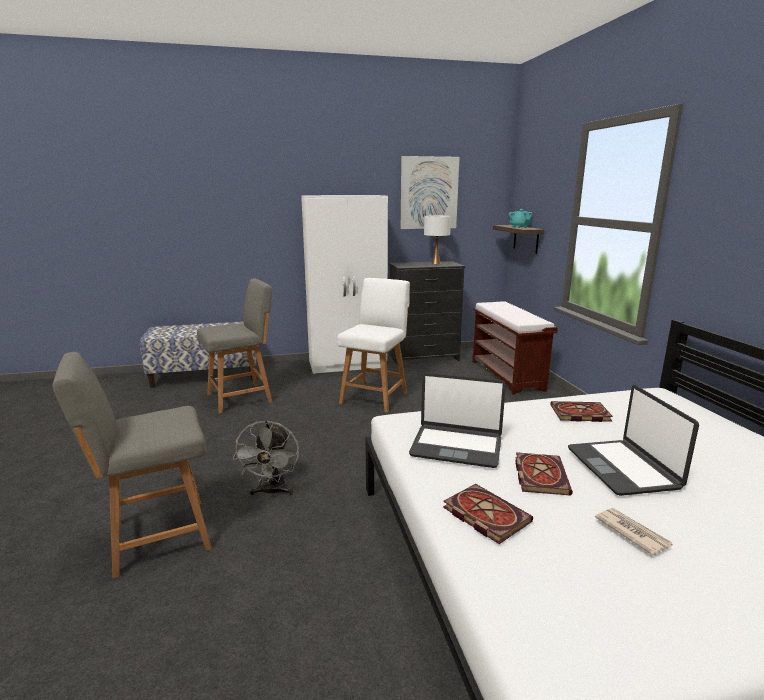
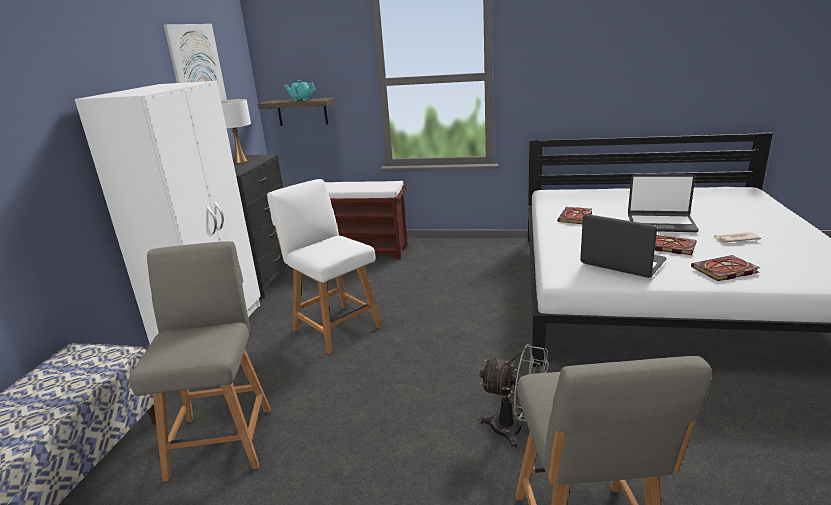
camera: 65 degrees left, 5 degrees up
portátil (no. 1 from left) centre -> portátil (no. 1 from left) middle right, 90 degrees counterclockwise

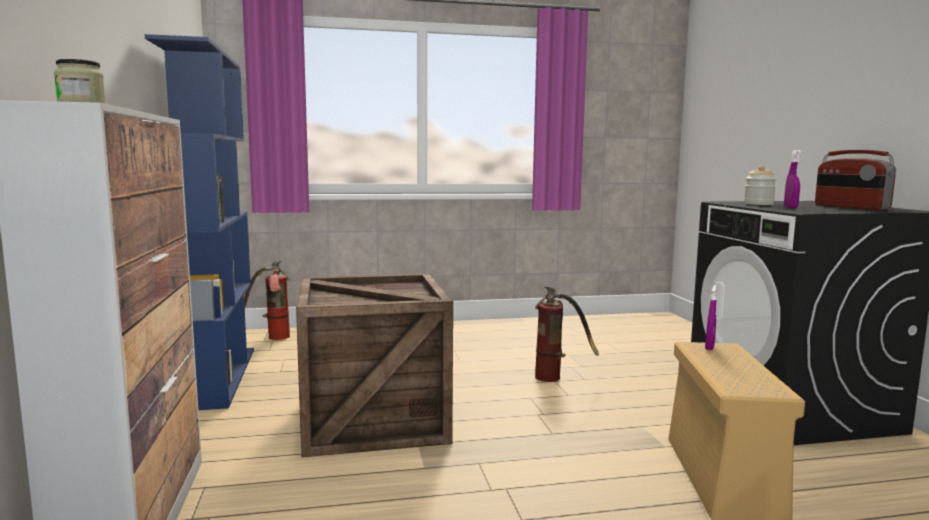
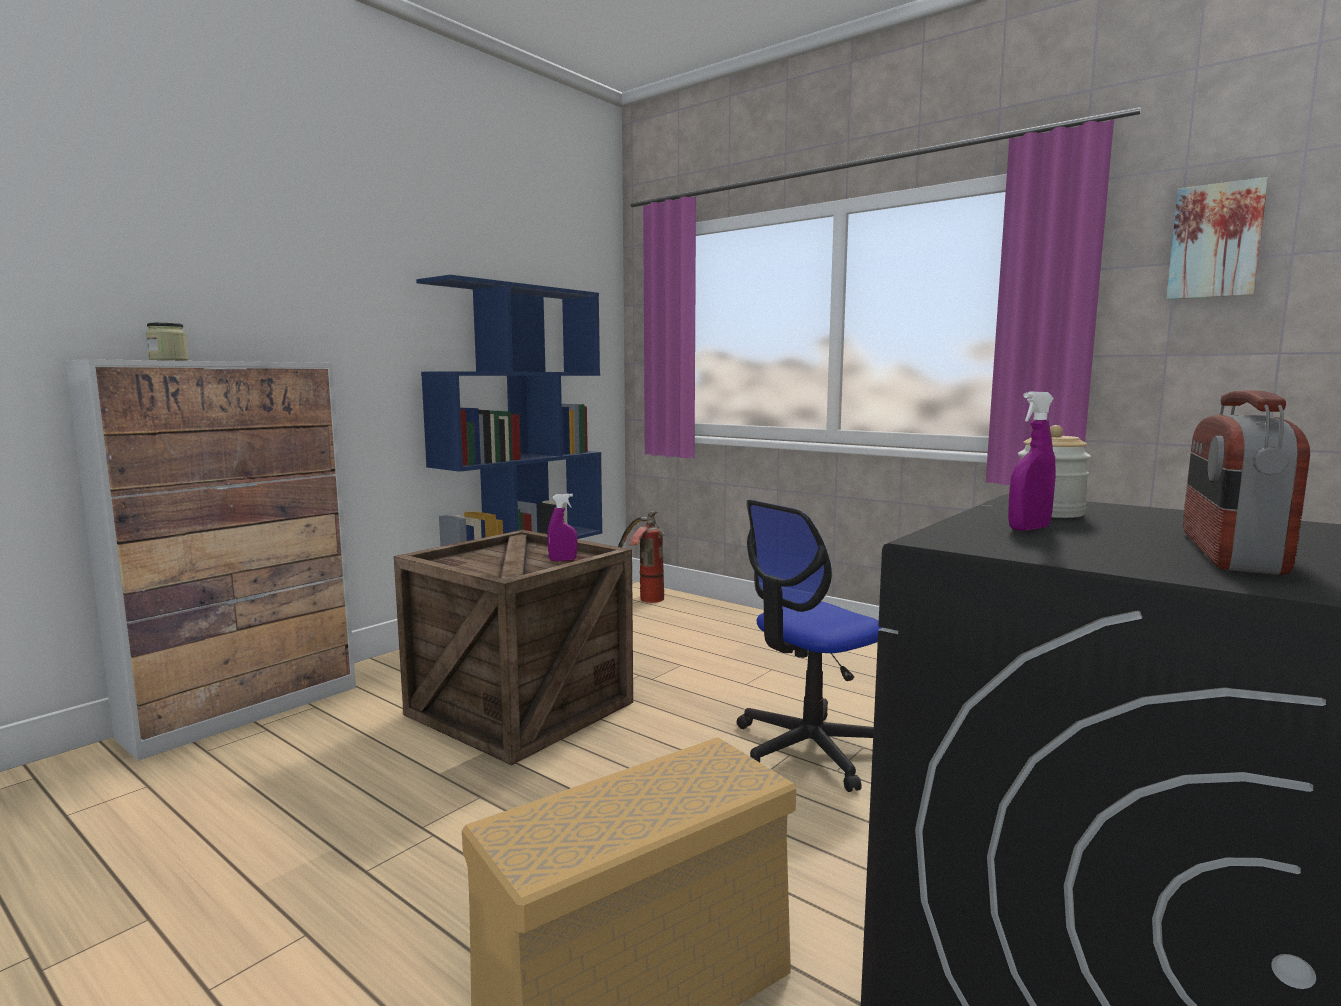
camera: 50 degrees right, 0 degrees up
pulverizador (morado) (no. 1 from left) middle right -> pulverizador (morado) (no. 1 from left) centre, shifted
extintor (no. 2 from left) centre -> silla de oficina centre
none -> cuadro top right

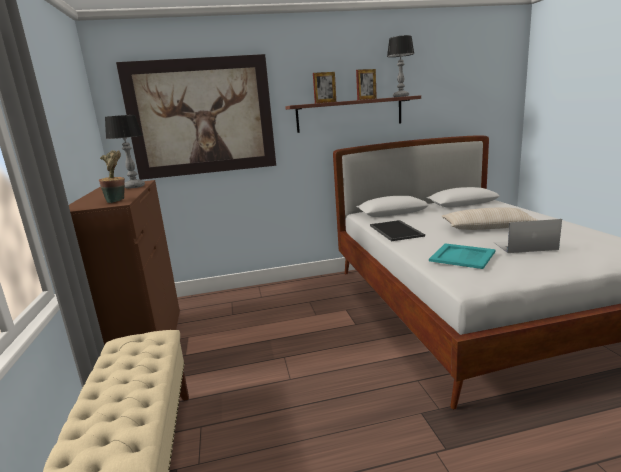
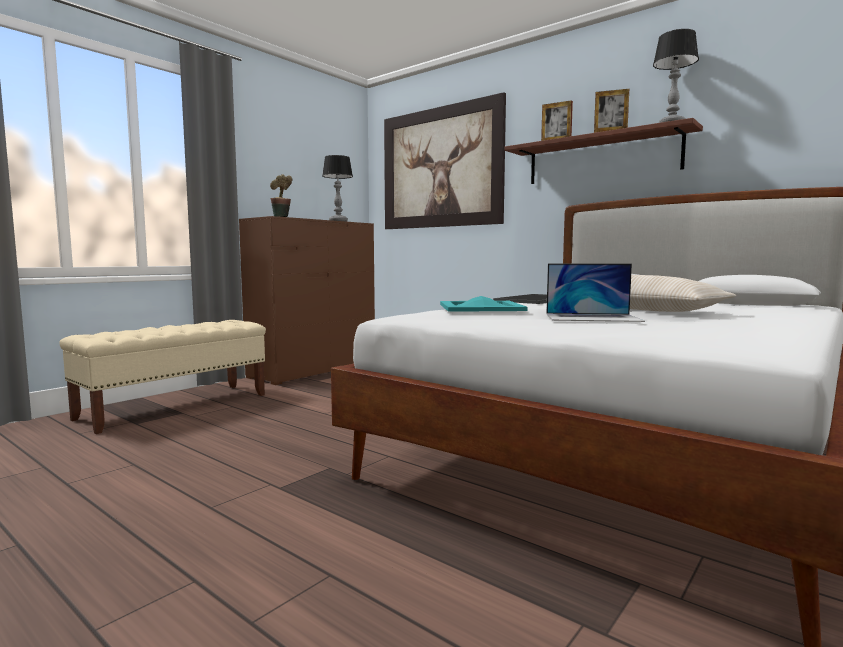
camera: 50 degrees right, 10 degrees down
portátil middle right, 135 degrees clockwise

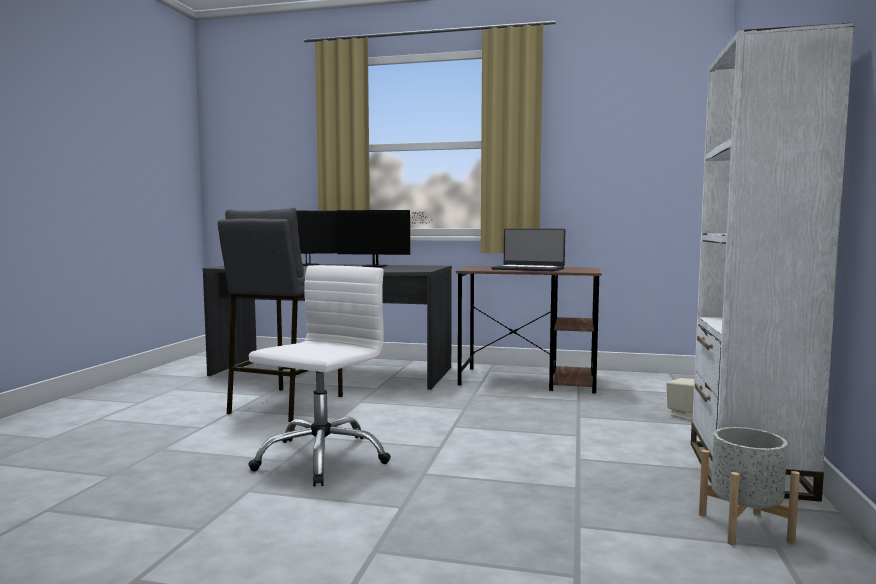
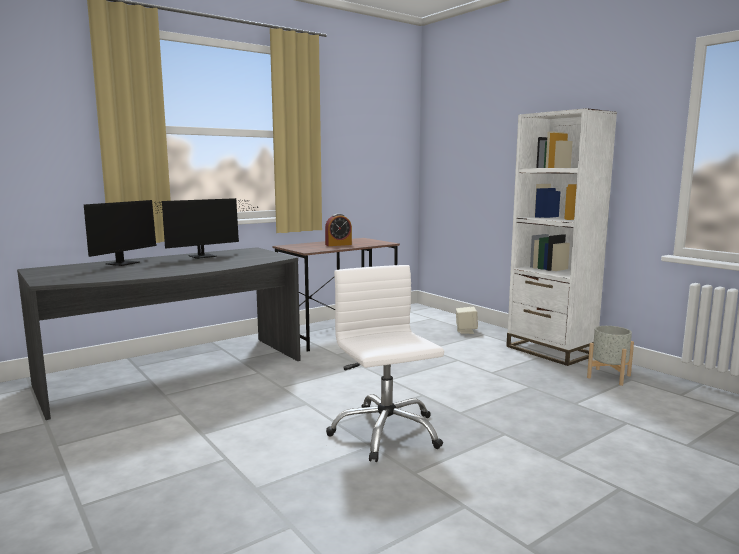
camera: 50 degrees left, 5 degrees up
portátil centre -> despertador centre
taburete (gris) middle left -> none

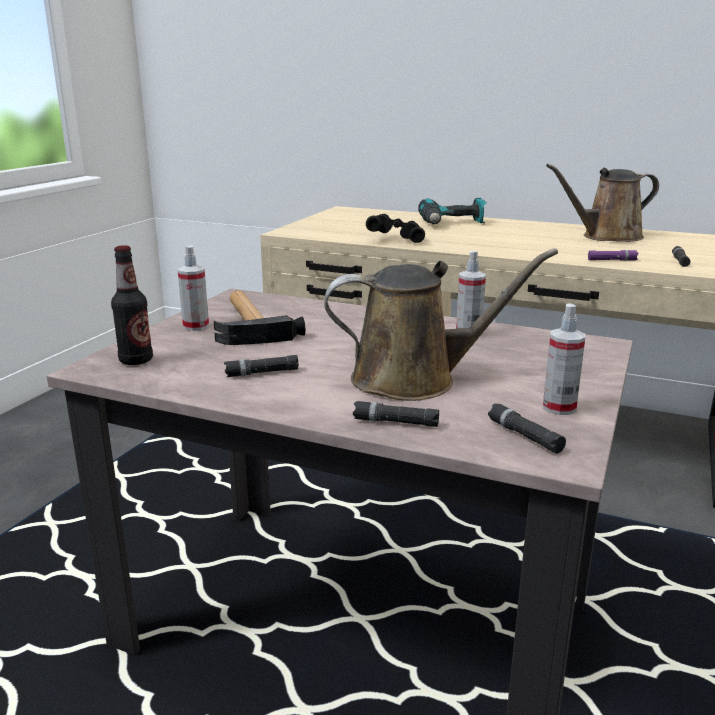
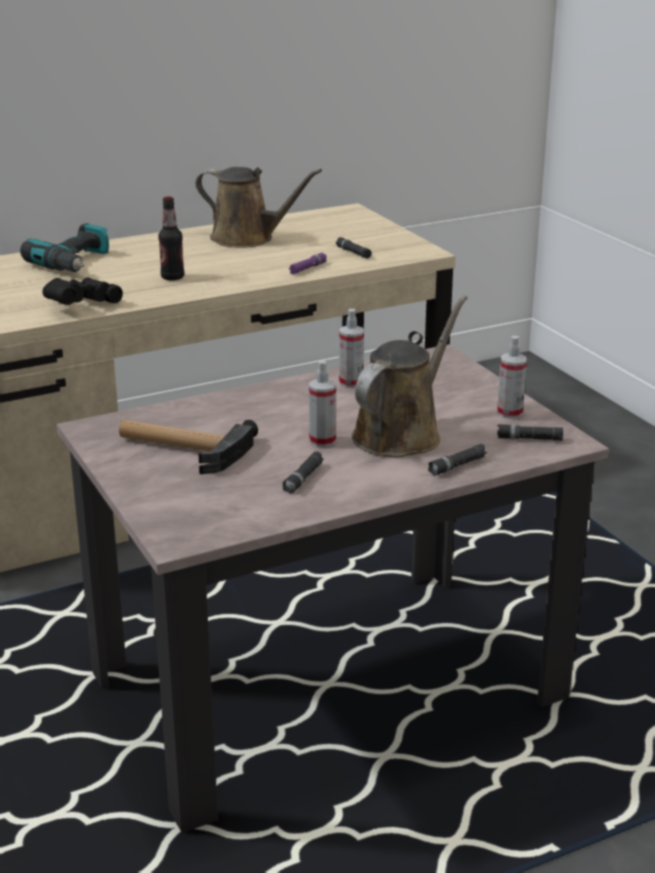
camera: 50 degrees left, 5 degrees up
botella middle left -> botella top left, shifted
regadera (marrón) (no. 2 from left in the first image) top right -> regadera (marrón) (no. 1 from left) top centre, 90 degrees counterclockwise
pulverizador (no. 1 from left) middle left -> pulverizador (no. 1 from left) centre, shifted

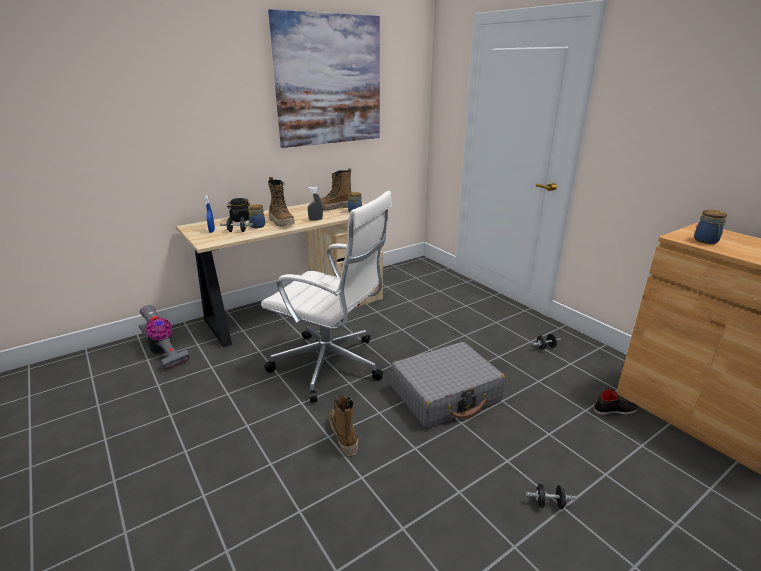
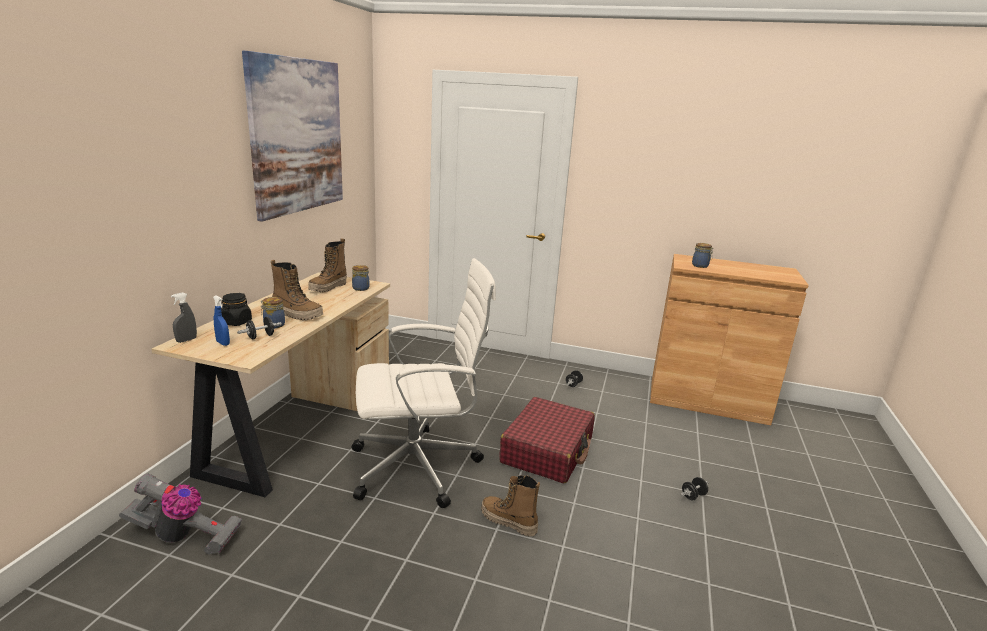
camera: 40 degrees left, 5 degrees down
pulverizador (gris) centre -> pulverizador (gris) middle left, shifted
maleta (gris) bottom centre -> maleta (rojo) bottom centre
zapato (negro) bottom right -> none

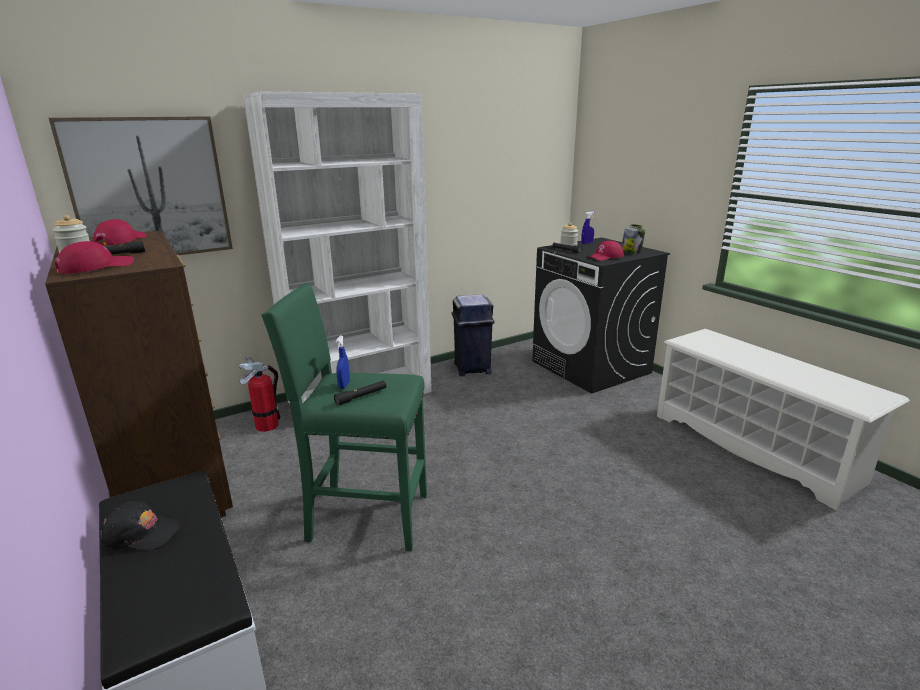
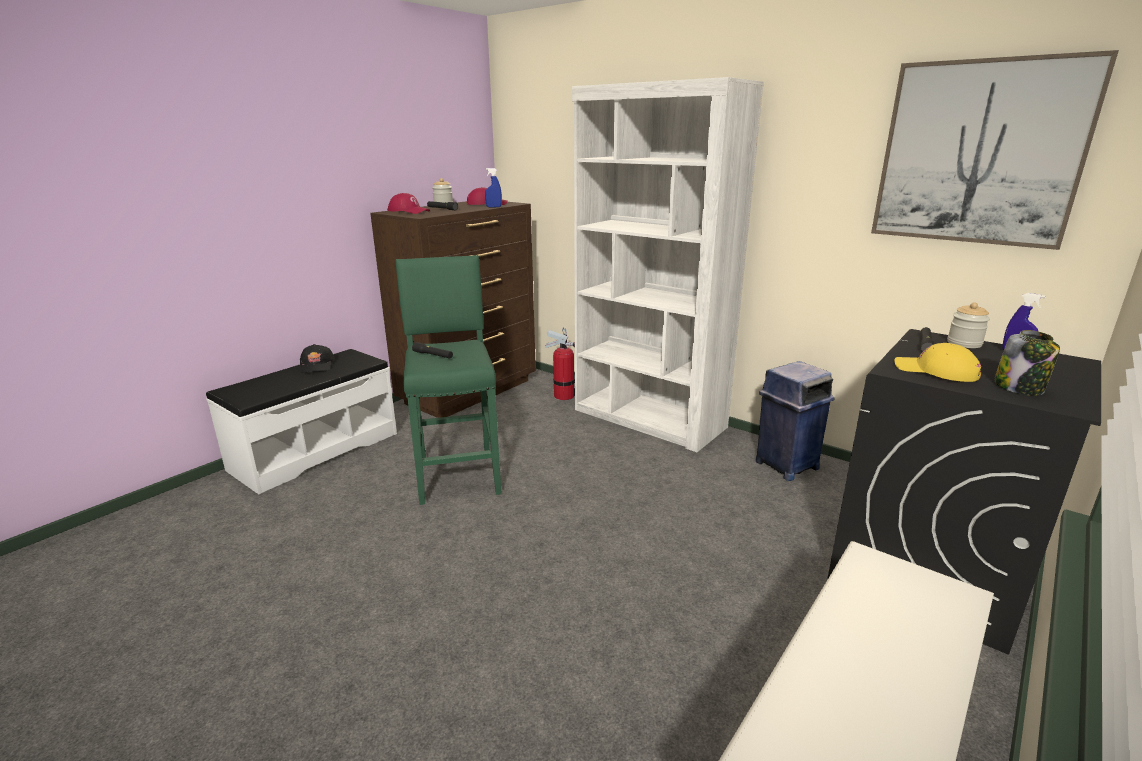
camera: 70 degrees right, 0 degrees up
pulverizador (azul) (no. 1 from left) centre -> pulverizador (azul) (no. 1 from left) top centre, shifted
cuadro top left -> cuadro top right, shifted
gorra (rojo) (no. 3 from left) centre -> gorra (amarillo) middle right

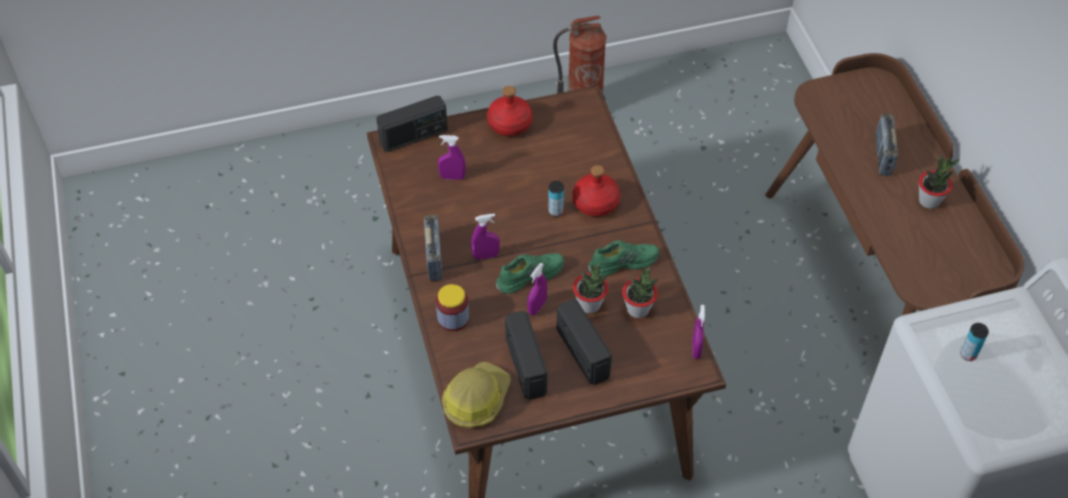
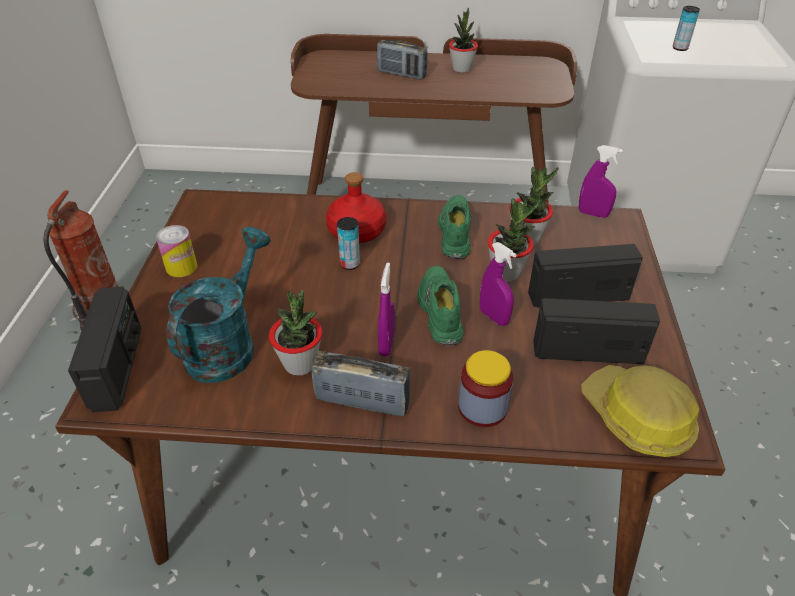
camera: 70 degrees left, 10 degrees down
botella (rojo) (no. 1 from left) top centre -> lata (no. 1 from left) middle left
pulverizador (morado) (no. 1 from left) top centre -> regadera (turquesa) middle left
none -> planta en maceta (no. 1 from left) centre

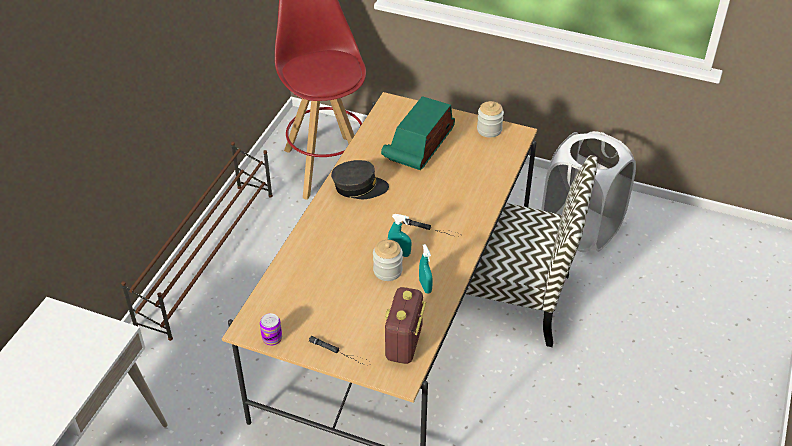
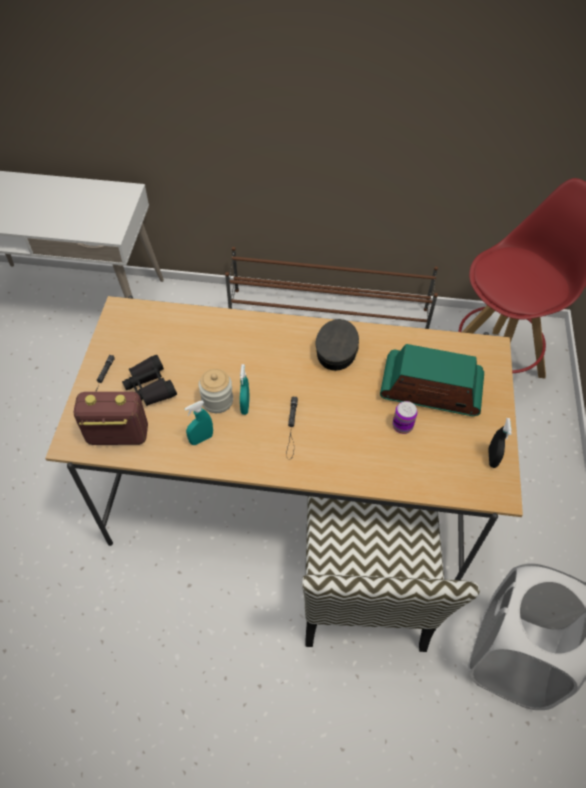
camera: 75 degrees right, 10 degrees up
none -> prismáticos (negro) middle left
gorra (gris) centre, 150 degrees counterclockwise
lata bottom centre -> lata middle right, shifted
tarro (no. 2 from left) top centre -> pulverizador (negro) middle right

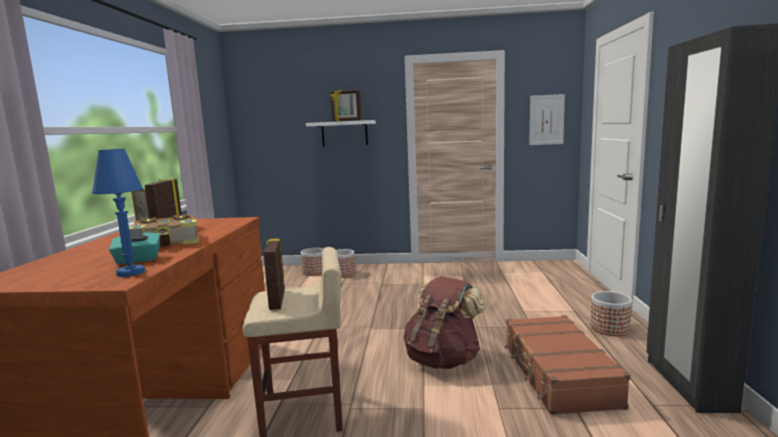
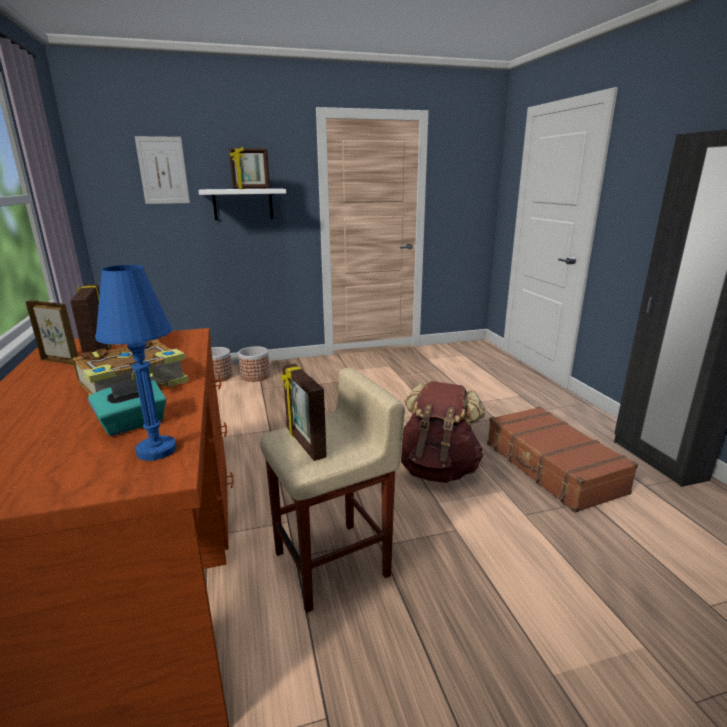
camera: 20 degrees left, 10 degrees up
cuadro top right -> cuadro top left, shifted
maceta (no. 3 from left) bottom right -> none

